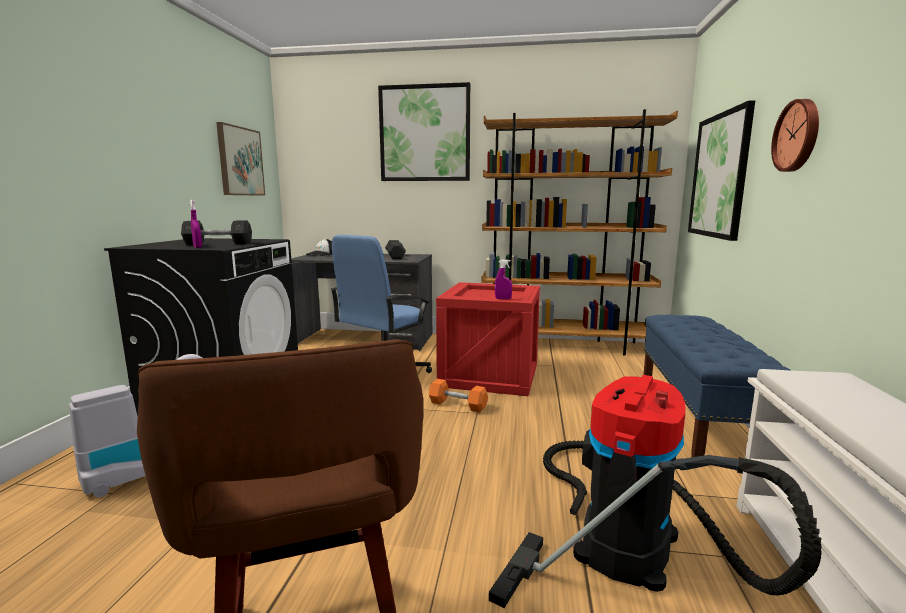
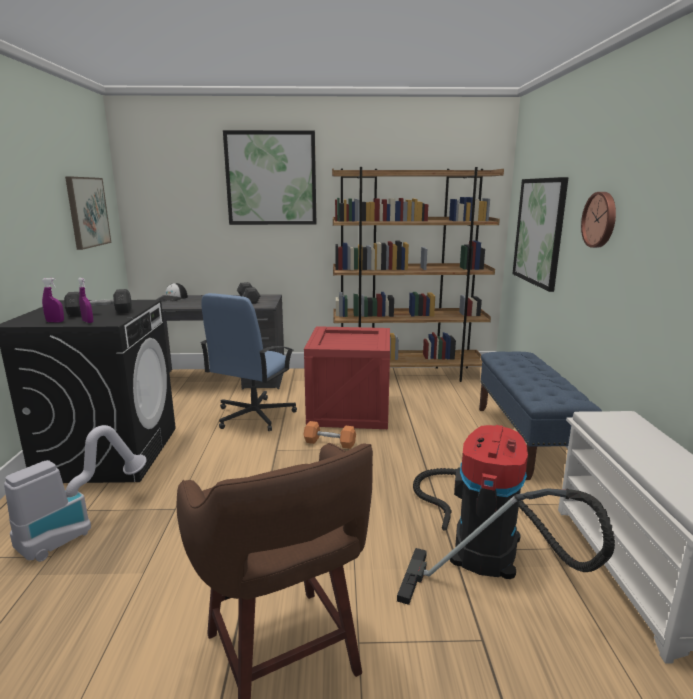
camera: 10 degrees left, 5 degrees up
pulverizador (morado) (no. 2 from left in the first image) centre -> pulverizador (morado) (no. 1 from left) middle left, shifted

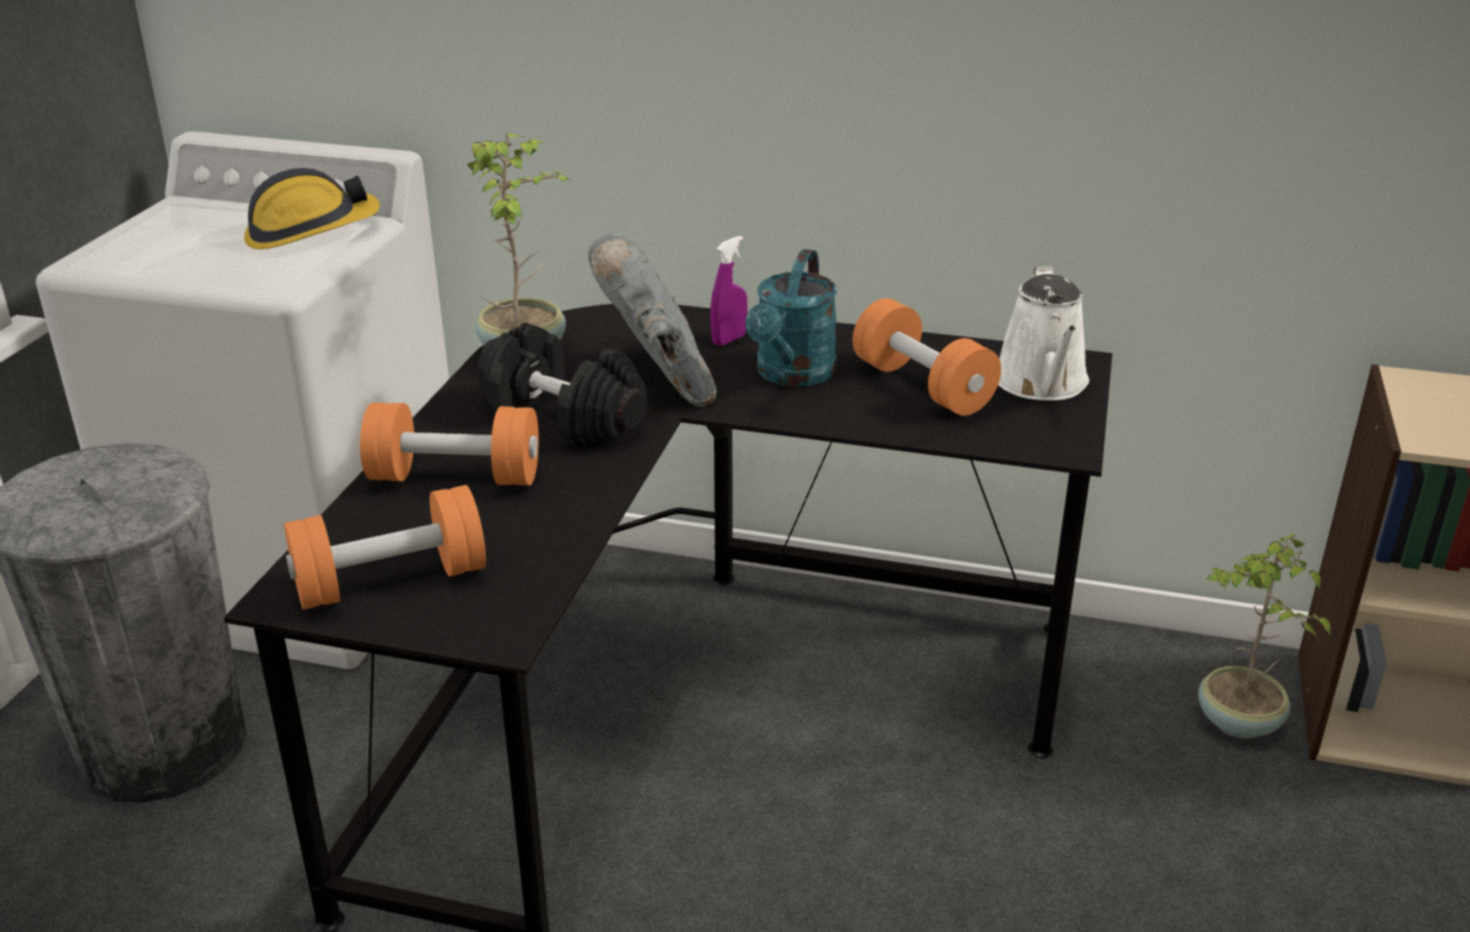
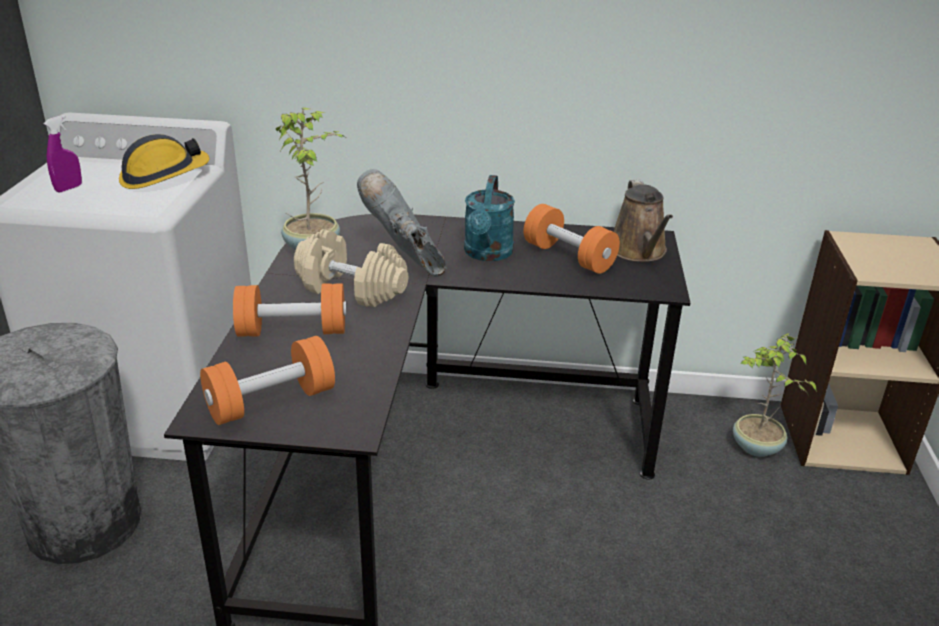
camera: 10 degrees left, 0 degrees up
pulverizador (morado) top centre -> pulverizador (morado) top left, shifted
mancuerna (negro) centre -> mancuerna (beis) centre
regadera (blanco) middle right -> regadera (marrón) middle right

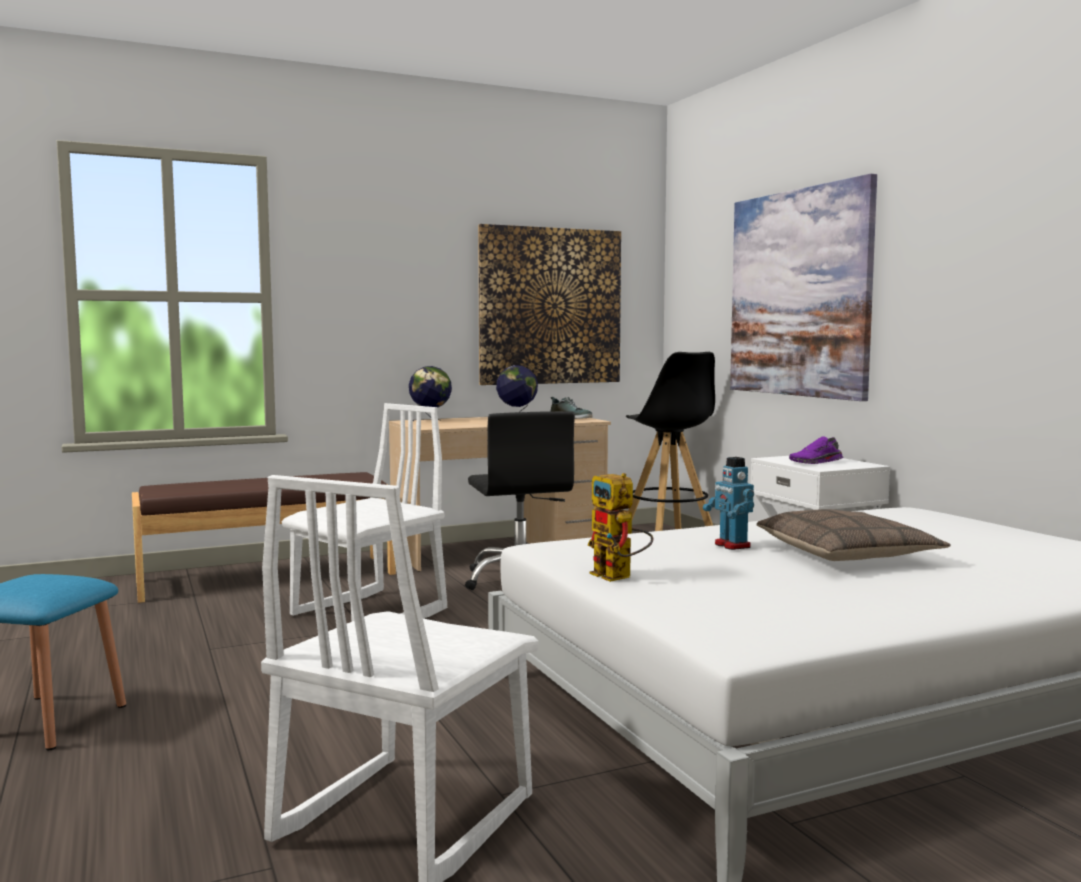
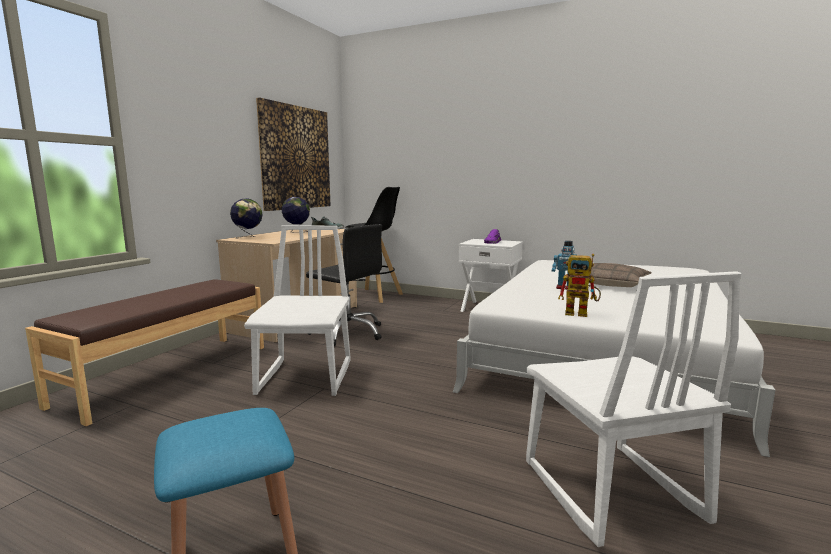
camera: 40 degrees left, 5 degrees up
cuadro (no. 2 from left) top right -> none

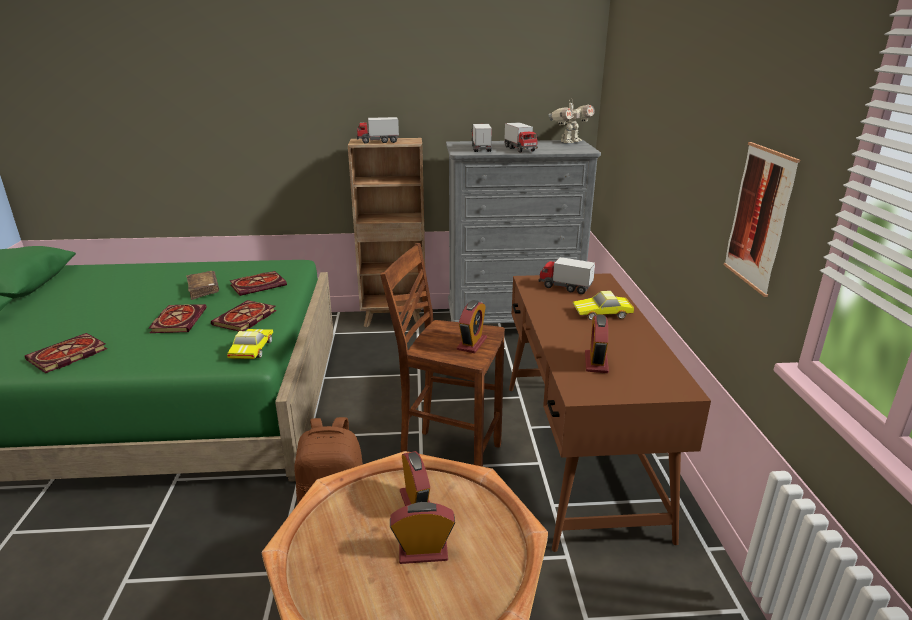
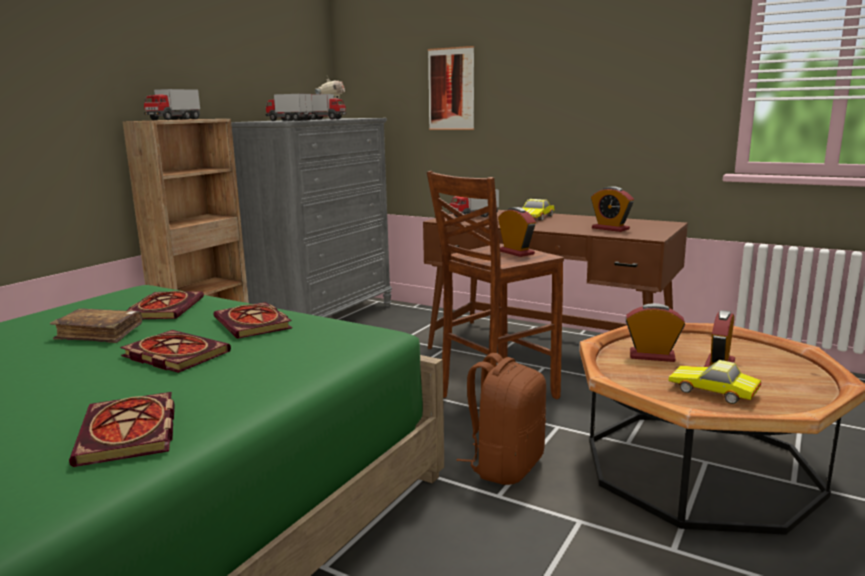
camera: 55 degrees left, 10 degrees down
cuadro middle right -> cuadro top centre, shifted
coche de juguete (no. 1 from left in the first image) middle left -> coche de juguete (no. 2 from left) middle right, shifted

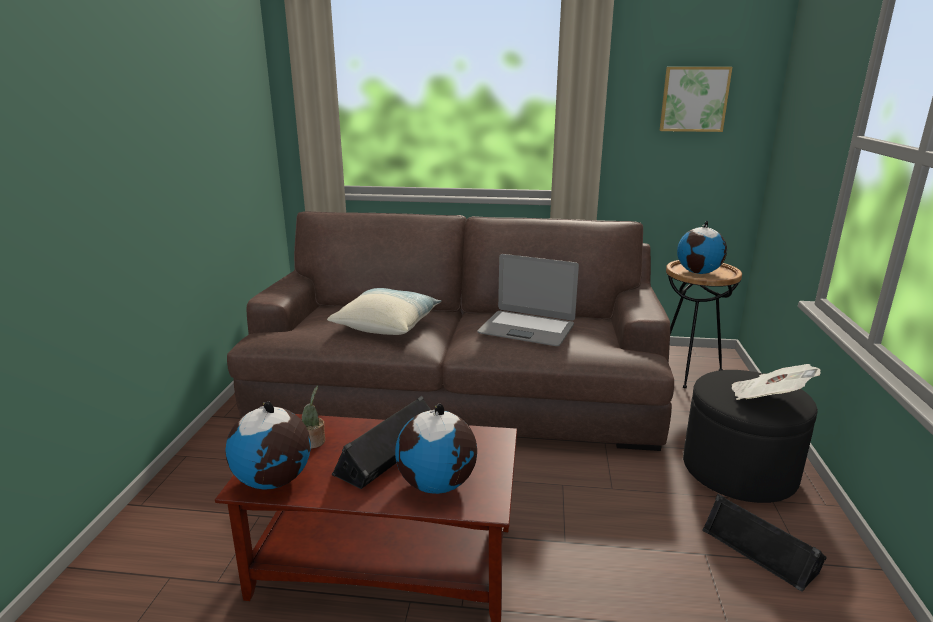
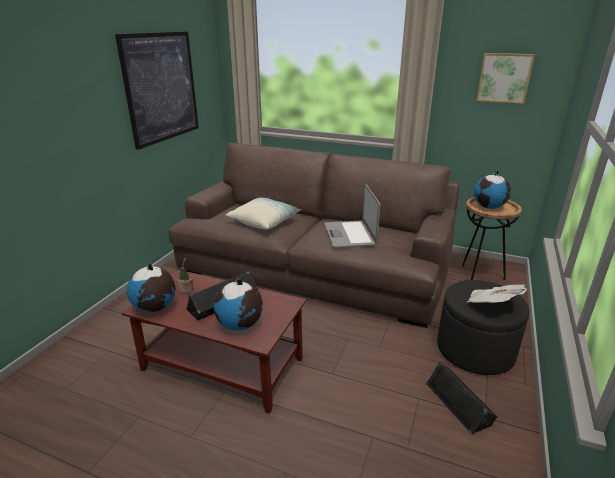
camera: 15 degrees right, 5 degrees up
none -> cuadro (no. 1 from left) top left
portátil centre, 45 degrees clockwise

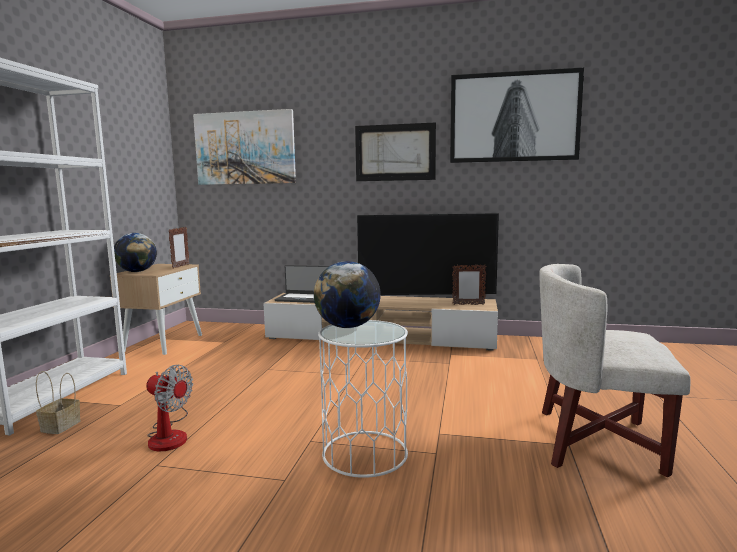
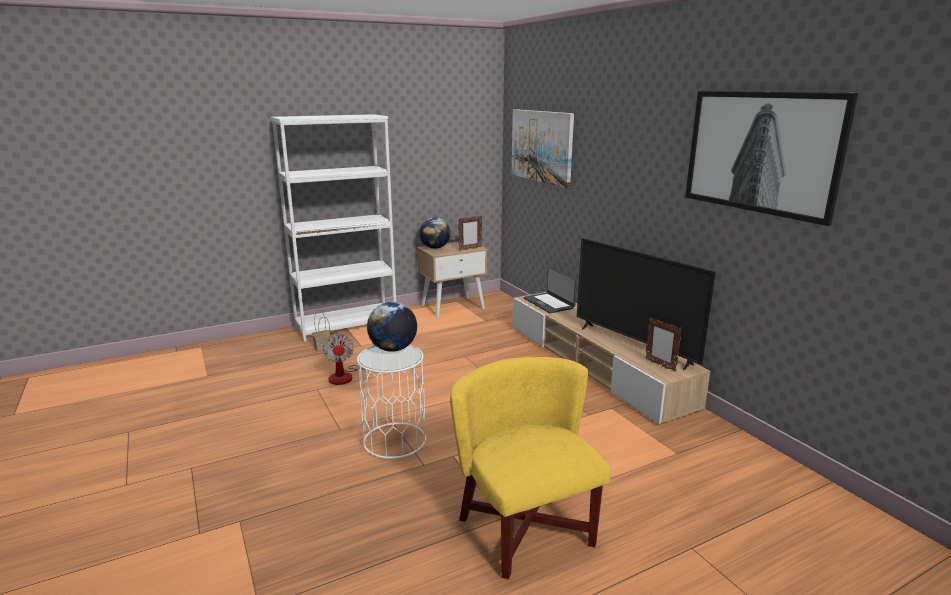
camera: 50 degrees right, 10 degrees up
sillón (blanco) bottom right -> sillón (amarillo) bottom centre
cuadro (no. 2 from left) top centre -> none

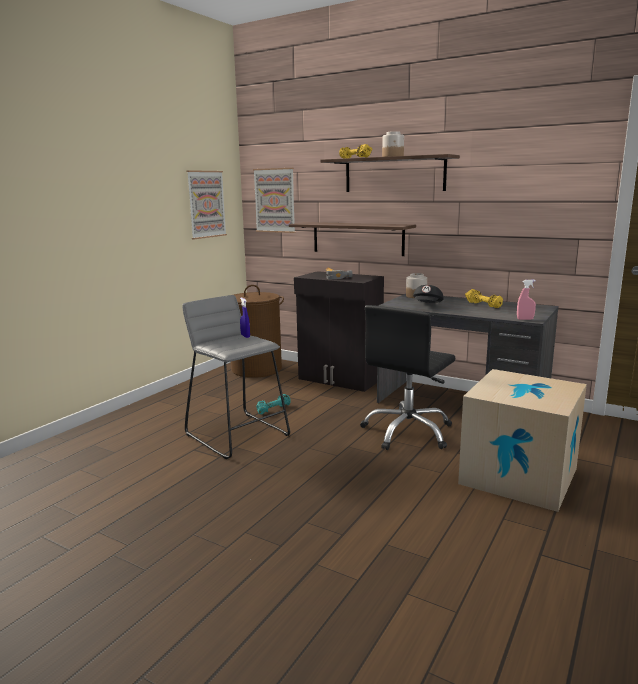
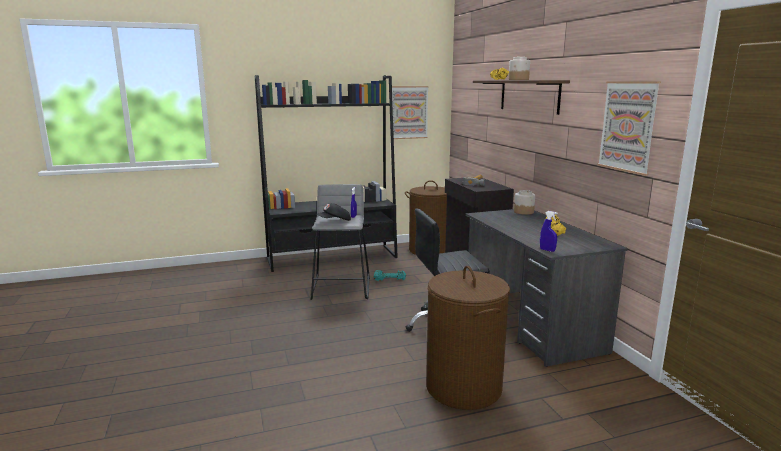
camera: 40 degrees right, 0 degrees up
none -> estantería (negro) centre
gorra (negro) middle right -> gorra (negro) centre, shifted
caja de cartón middle right -> cesto de la ropa (marrón) (no. 2 from left) bottom centre
pulverizador (rosa) middle right -> pulverizador (azul) (no. 2 from left) middle right
cuadro (no. 2 from left) top centre -> cuadro (no. 2 from left) top right, shifted
estante (no. 1 from left) centre -> none

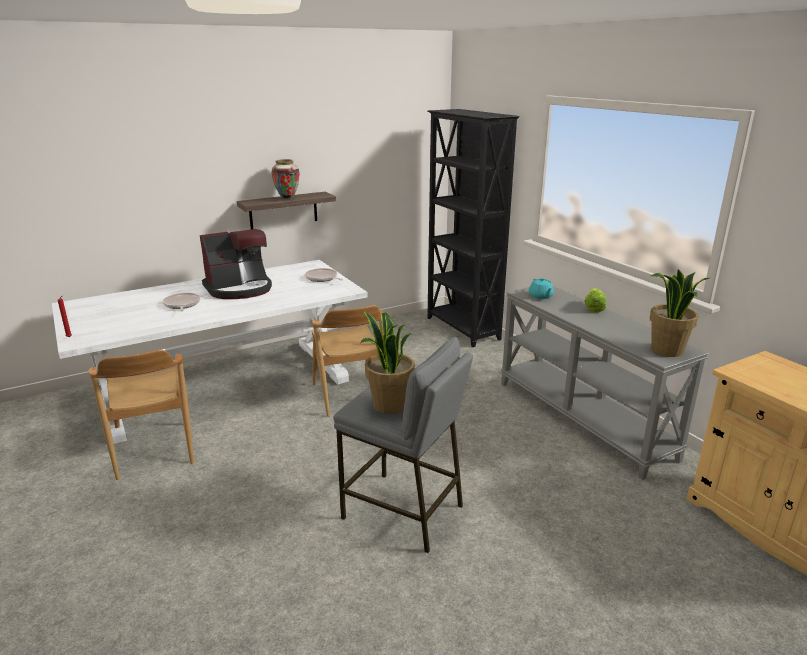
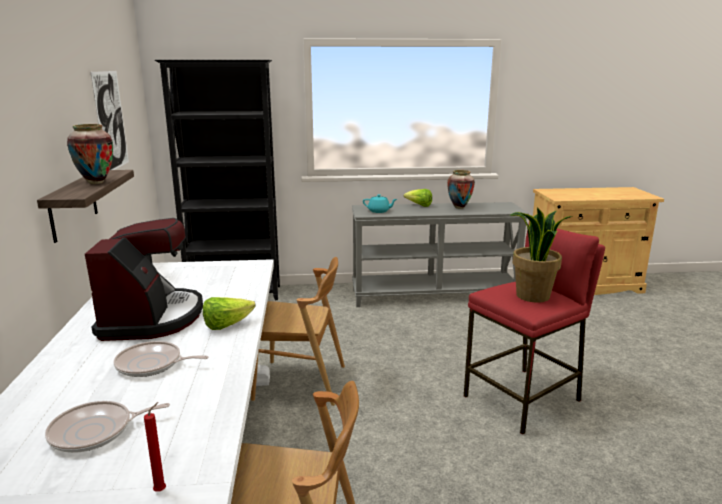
camera: 65 degrees left, 5 degrees down
sartén (no. 2 from left in the first image) centre -> sartén (no. 1 from left) bottom left, shifted
none -> cuadro top left
none -> lechuga (no. 1 from left) middle left
none -> florero (no. 2 from left) centre
taburete (gris) bottom centre -> taburete (rojo) middle right
planta en maceta (no. 2 from left) middle right -> none

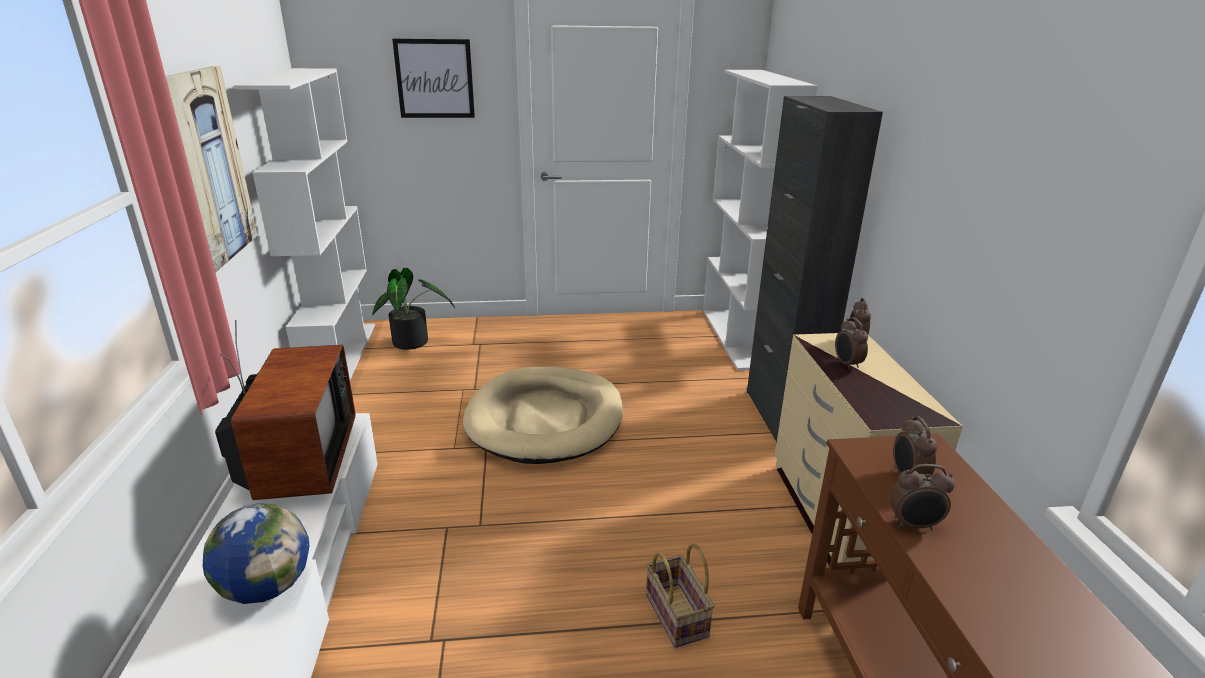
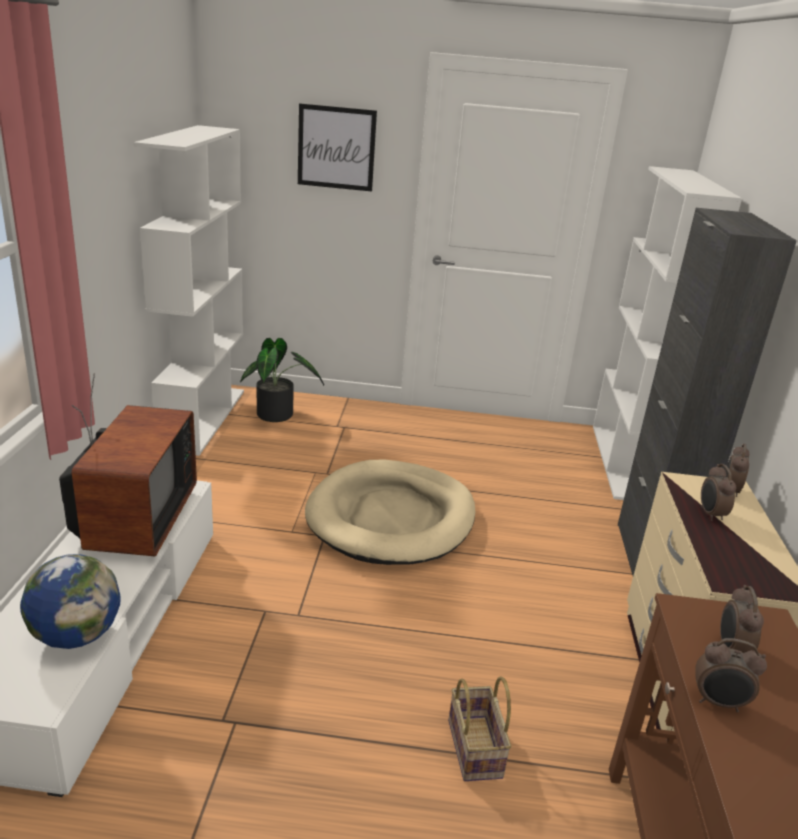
camera: 10 degrees right, 0 degrees up
cuadro (no. 1 from left) top left -> none

